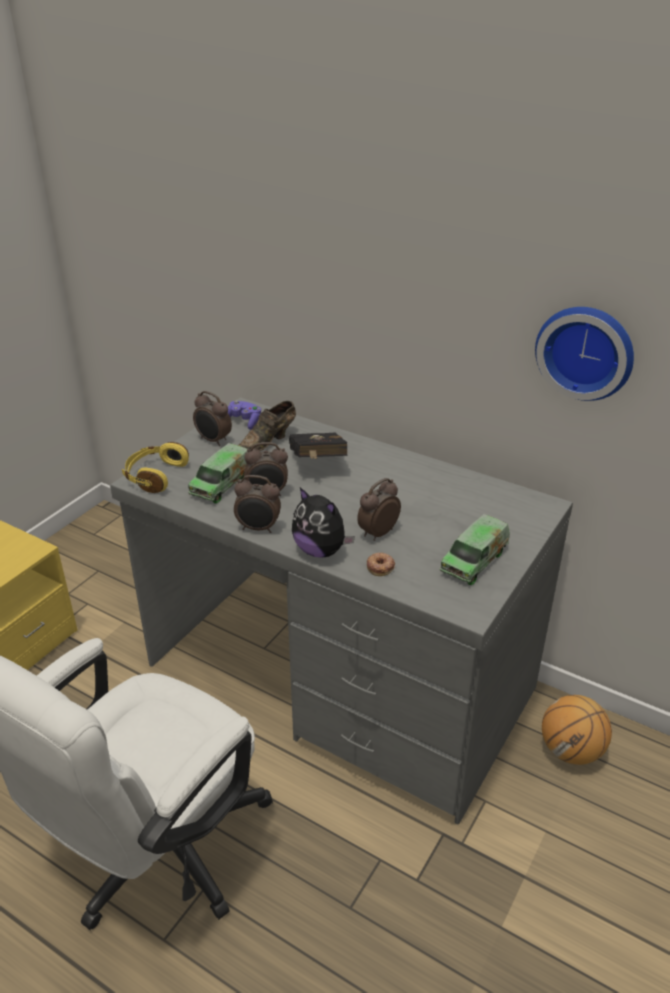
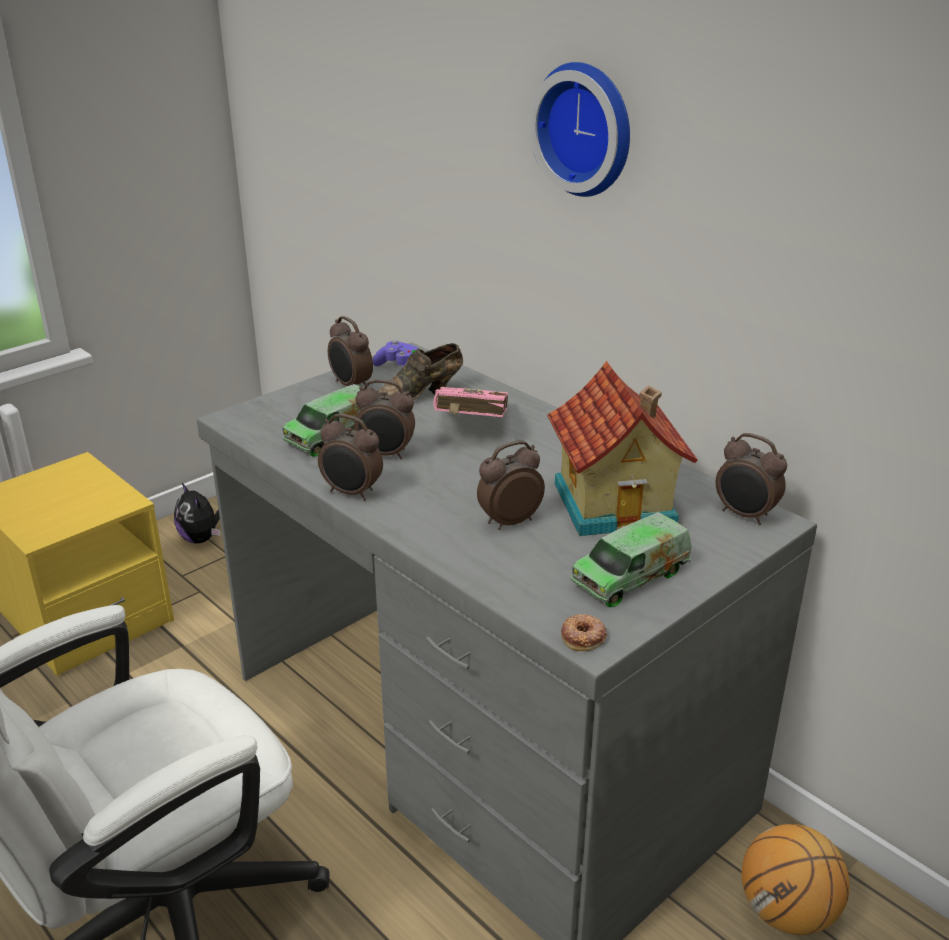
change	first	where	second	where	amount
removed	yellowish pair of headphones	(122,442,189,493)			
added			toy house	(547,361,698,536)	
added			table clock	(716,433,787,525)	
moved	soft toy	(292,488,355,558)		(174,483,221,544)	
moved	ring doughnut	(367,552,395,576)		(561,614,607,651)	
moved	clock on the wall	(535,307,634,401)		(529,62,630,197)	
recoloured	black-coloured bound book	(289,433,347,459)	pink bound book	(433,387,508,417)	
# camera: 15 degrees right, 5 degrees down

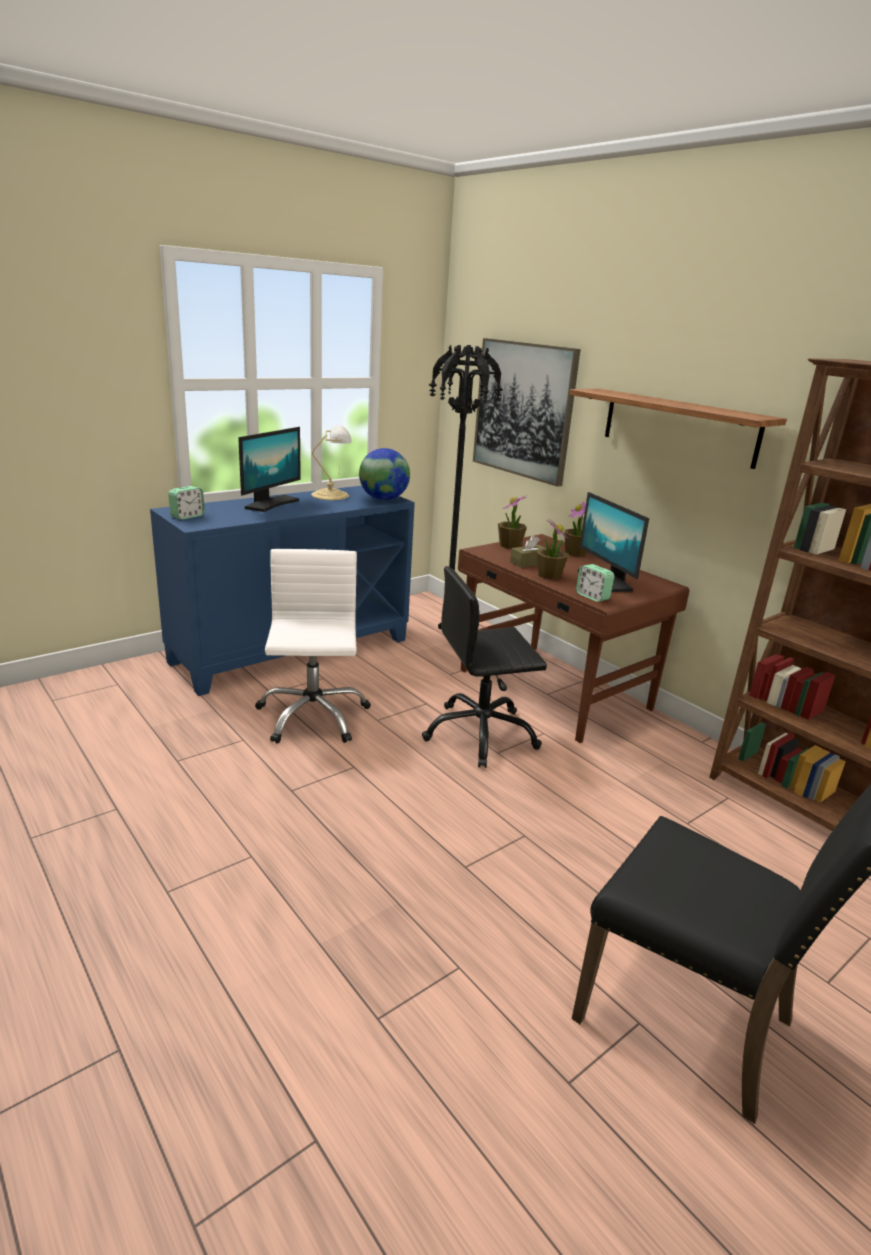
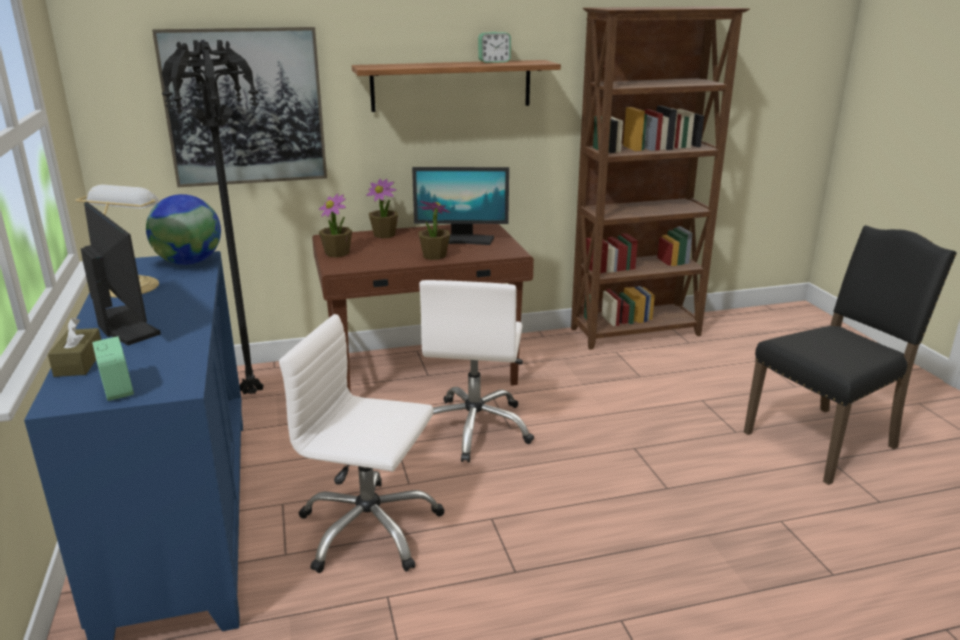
change	first	where	second	where	amount
moved	brown tissue holder	(510,535,546,568)		(48,318,101,377)	
moved	table clock	(576,564,614,602)		(478,32,511,63)	
recoloured	black-coloured office chair	(422,566,547,768)	whitish office chair	(419,280,534,463)	
# camera: 65 degrees left, 0 degrees up

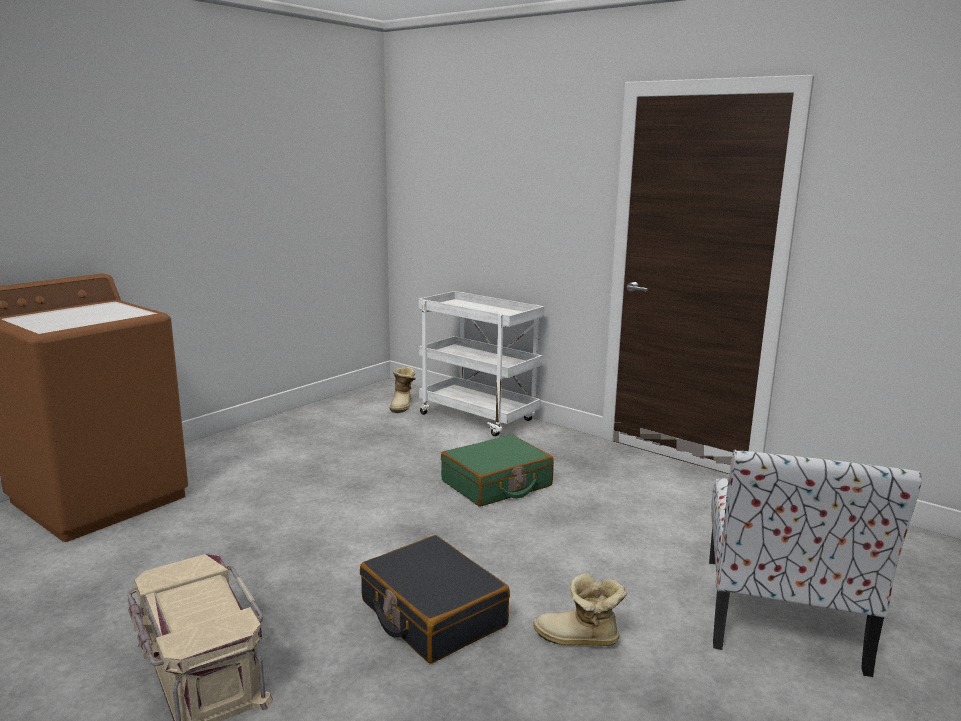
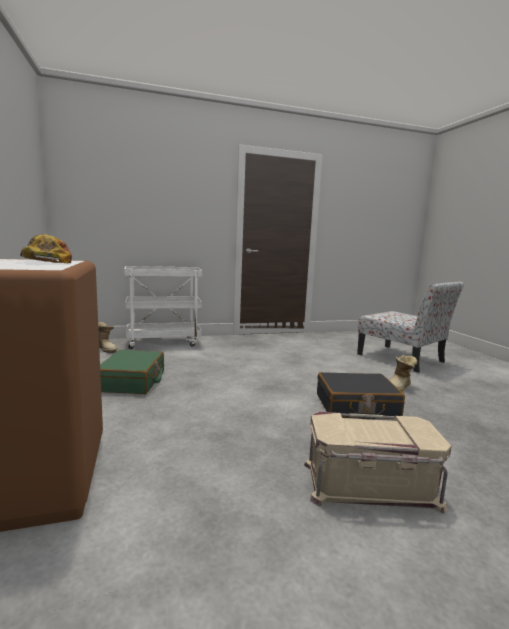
change	first	where	second	where	amount
added			cap	(20,234,72,264)	
moved	green-coloured suitcase	(441,435,554,506)		(100,350,164,394)	
# camera: 55 degrees left, 5 degrees down

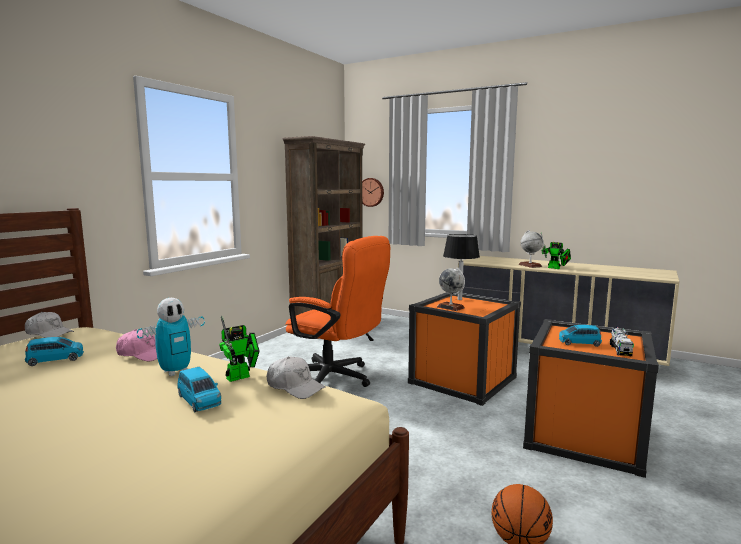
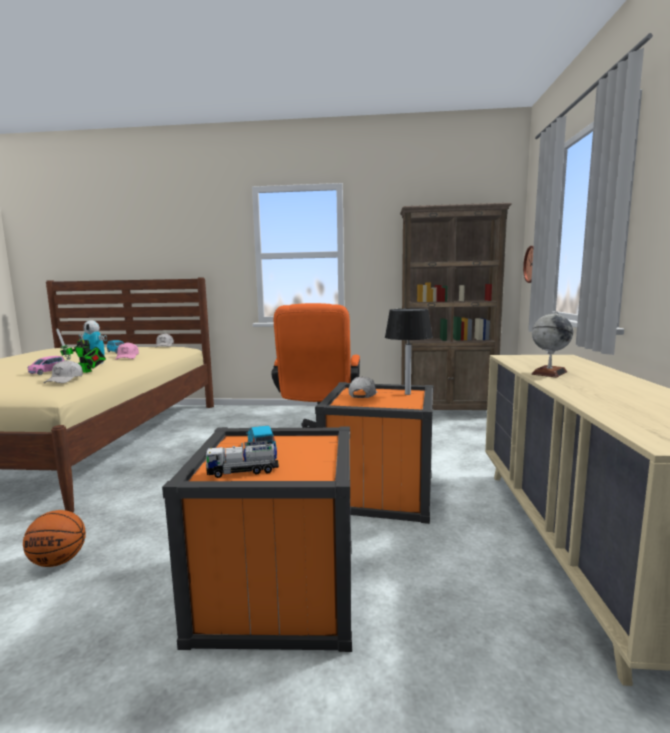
change	first	where	second	where	amount
removed	model robot	(541,232,571,269)			
replaced	globe	(437,268,465,311)	whitish cap	(349,376,378,398)	
recoloured	bluish model car	(177,367,221,412)	pink model car	(27,356,65,375)	
# camera: 65 degrees right, 0 degrees up

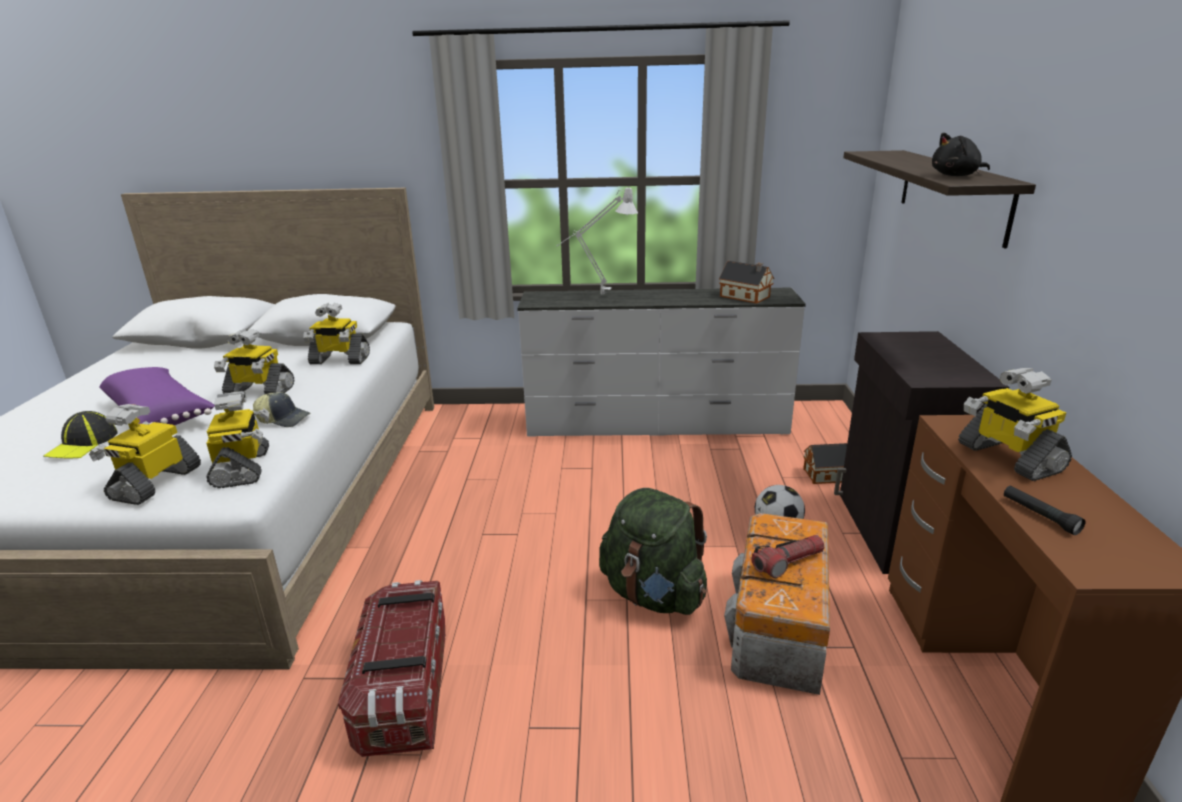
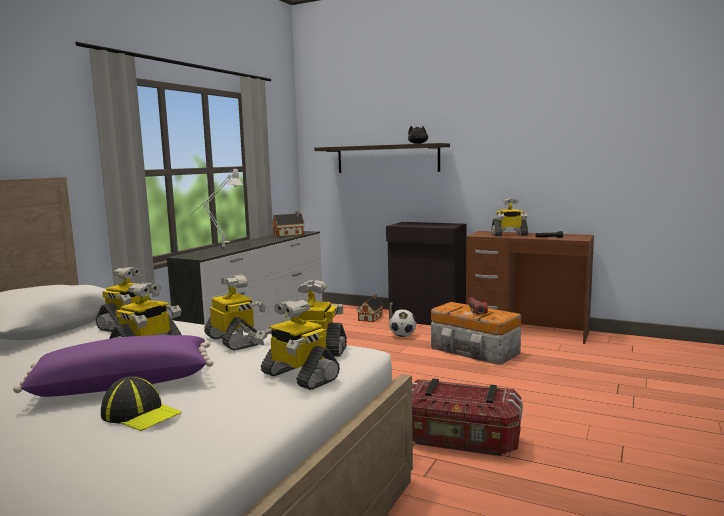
change	first	where	second	where	amount
removed	green-coloured backpack	(599,488,707,615)			
replaced	cap	(253,392,310,427)	model robot	(204,275,266,350)	
# camera: 65 degrees left, 15 degrees down

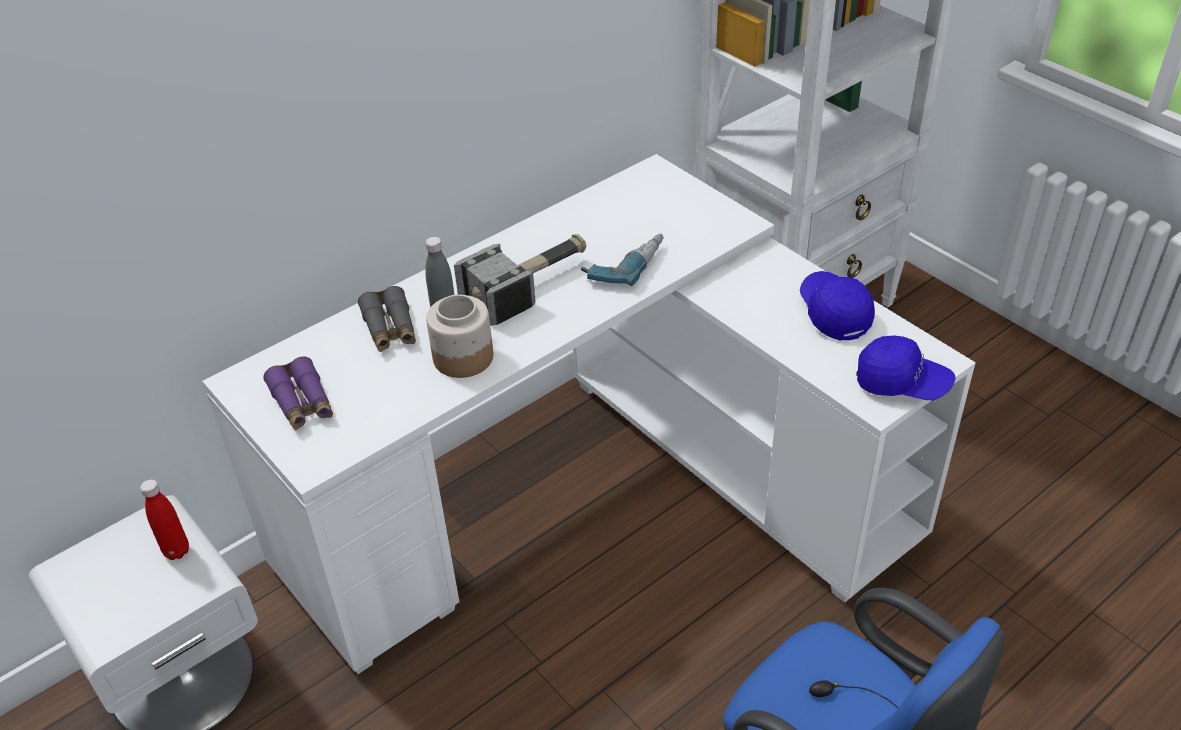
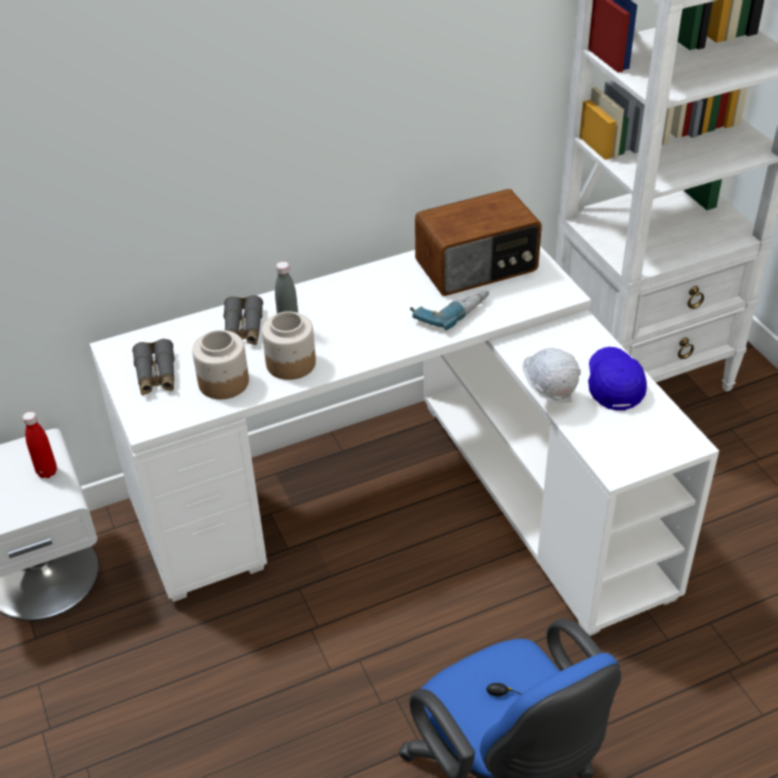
change	first	where	second	where	amount
removed	hammer	(454,234,586,326)			
removed	bluish cap	(856,336,956,400)			
added			preserve jar	(192,330,249,400)	
added			radio receiver	(415,189,542,296)	
added			whitish hard hat	(523,348,581,403)	
recoloured	purple field glasses	(263,357,333,430)	gray field glasses	(132,339,175,396)	
# camera: 15 degrees right, 0 degrees up

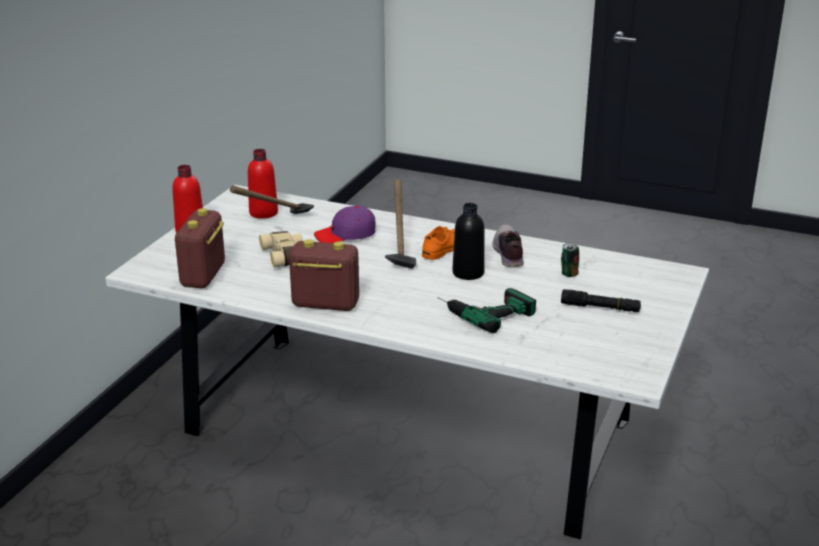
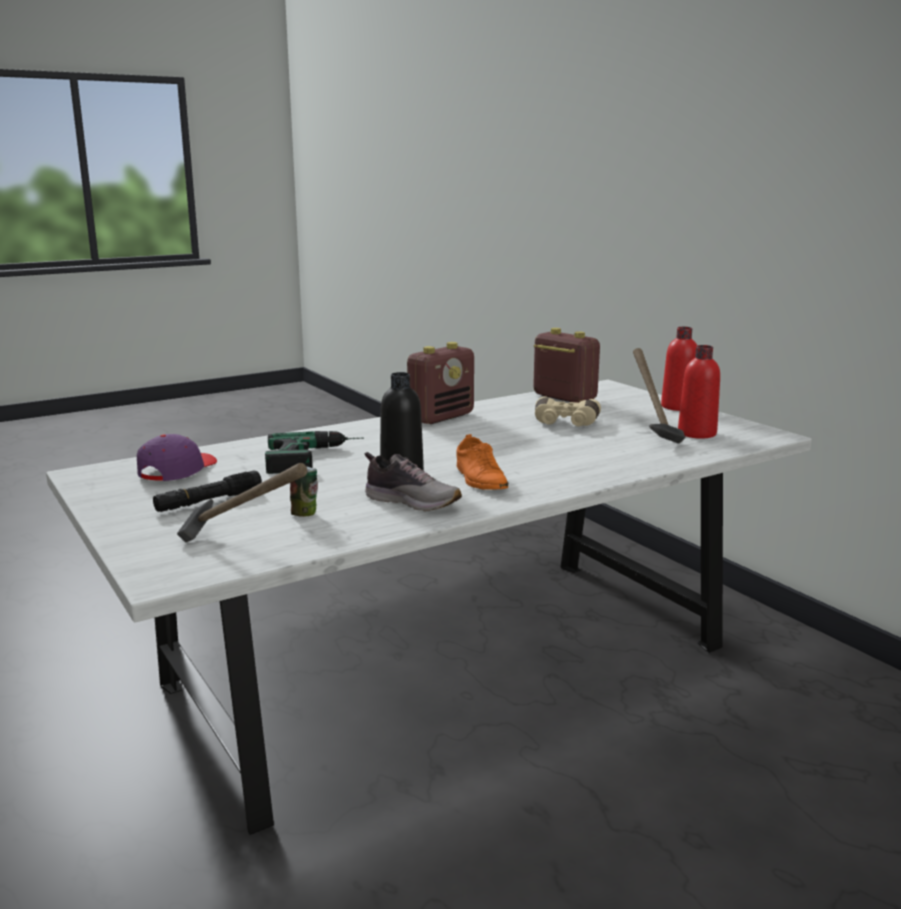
change	first	where	second	where	amount
moved	purple cap	(314,206,376,243)		(137,434,217,481)	
moved	hammer	(385,179,416,269)		(177,463,307,542)	
# camera: 125 degrees right, 10 degrees down

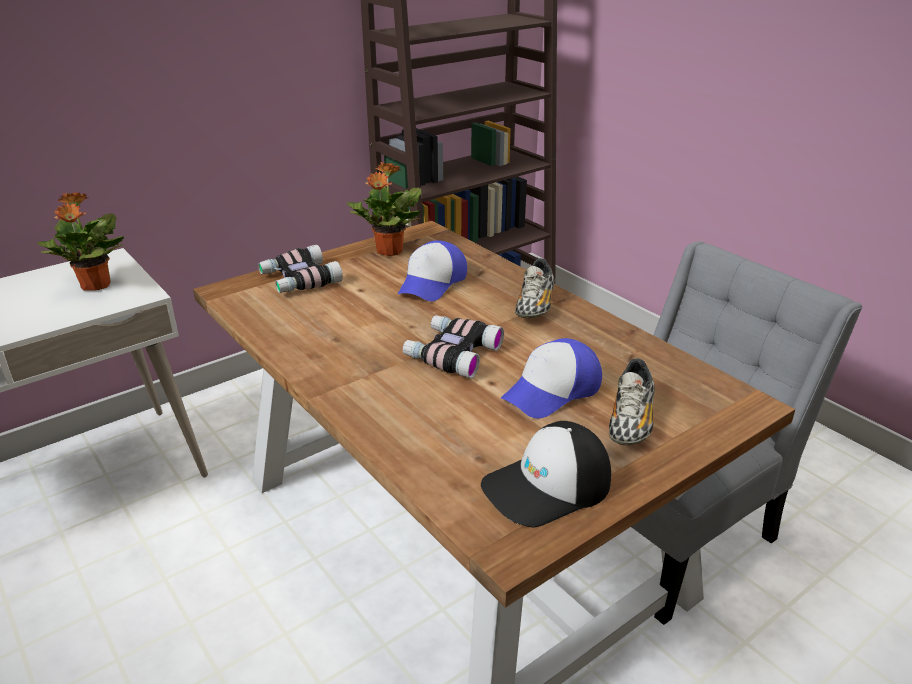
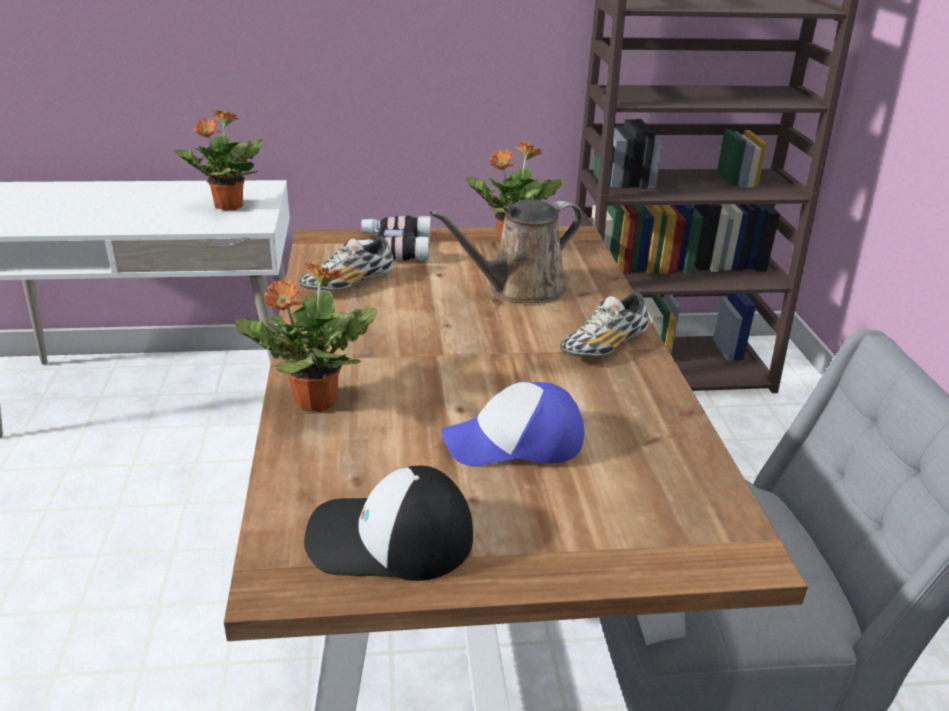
change	first	where	second	where	amount
removed	field glasses	(403,315,504,379)			
added			plant in a pot	(235,260,377,412)	
moved	low shoe	(609,358,655,445)		(299,236,394,290)	
replaced	cap	(398,240,467,301)	brown watering can	(429,199,583,303)	
# camera: 30 degrees right, 0 degrees up

